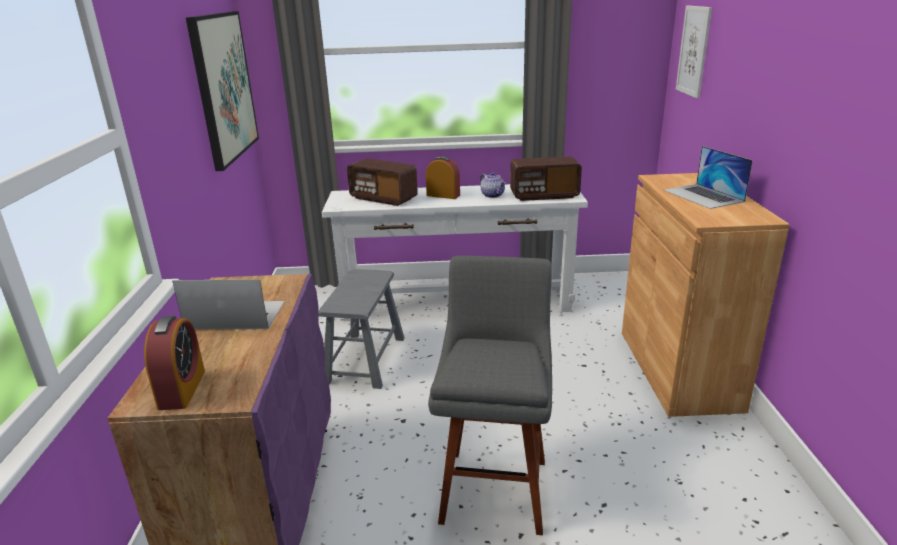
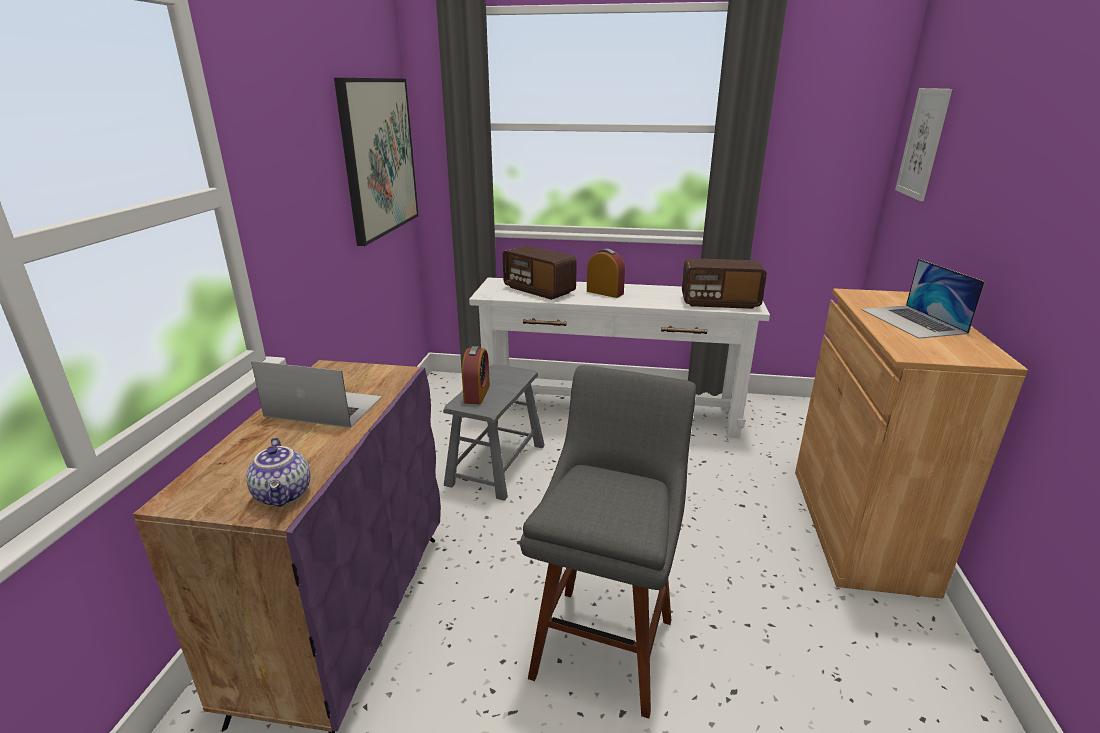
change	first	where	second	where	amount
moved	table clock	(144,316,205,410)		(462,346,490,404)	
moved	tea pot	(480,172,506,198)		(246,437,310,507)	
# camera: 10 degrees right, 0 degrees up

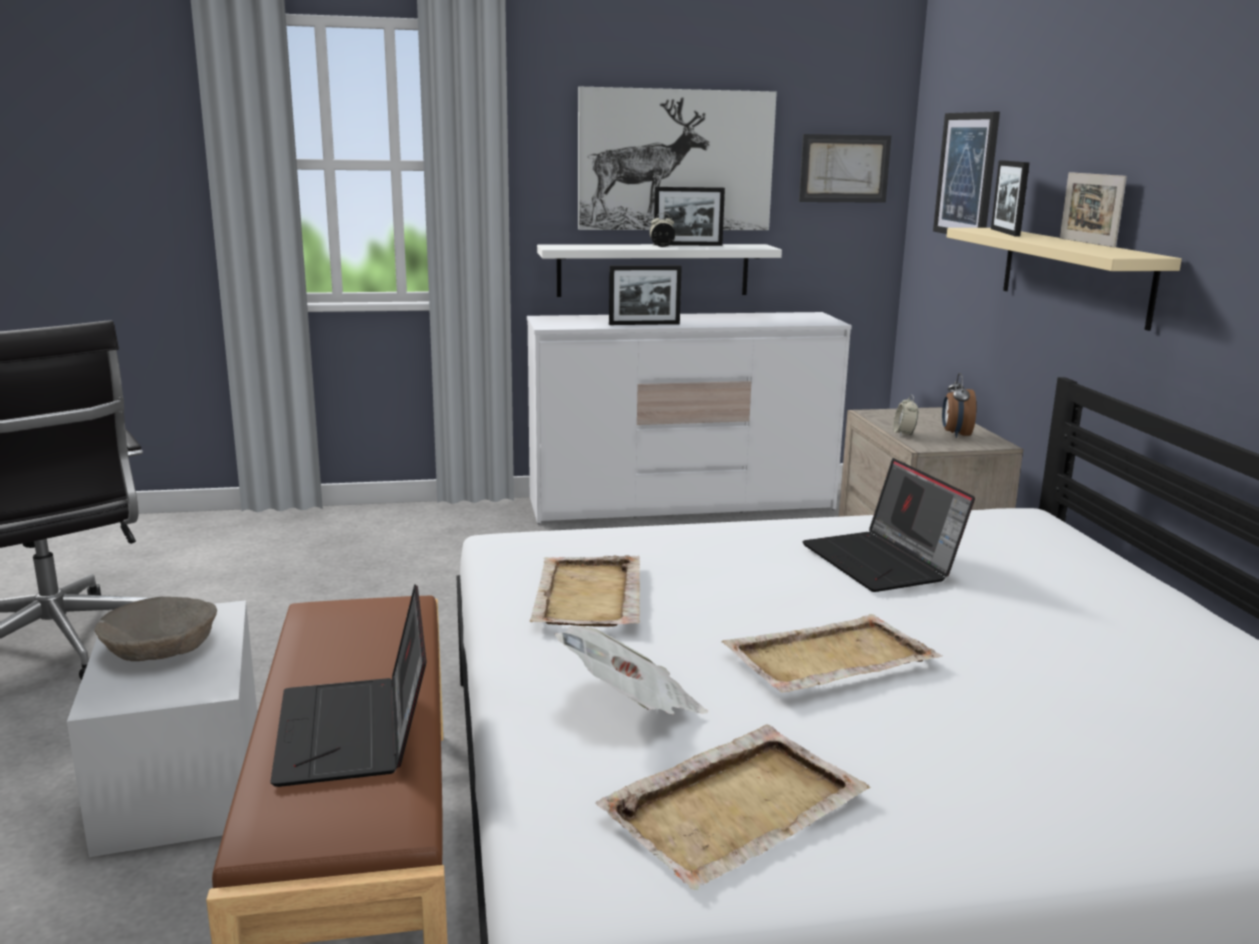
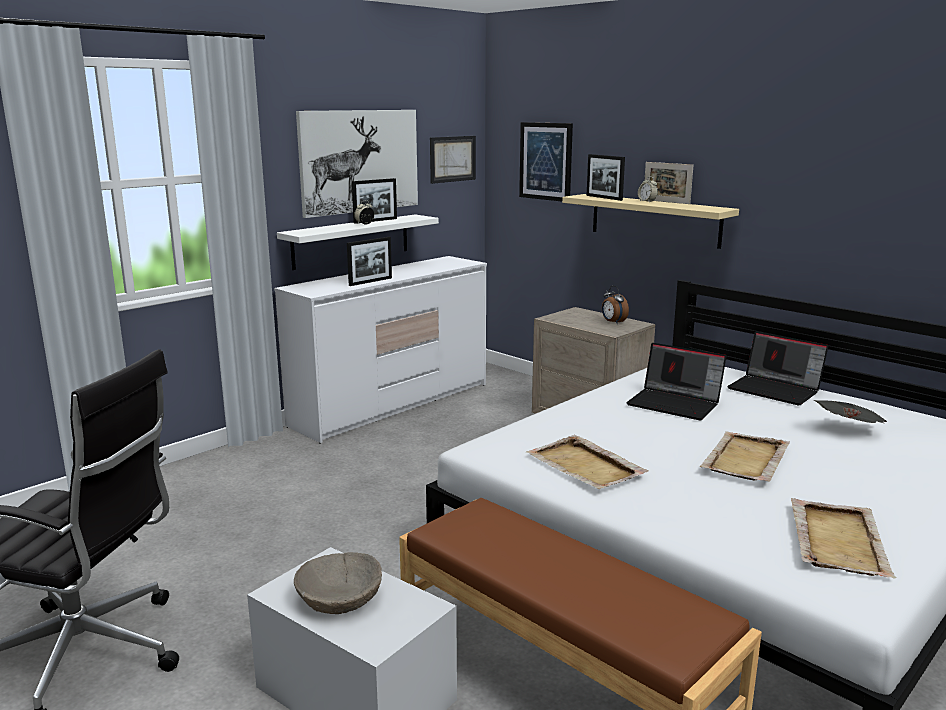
change	first	where	second	where	amount
moved	notebook computer	(270,584,426,787)		(727,331,828,405)	
moved	daily paper	(555,627,708,715)		(813,400,887,423)	
moved	table clock	(893,395,918,437)		(638,177,658,202)	
# camera: 35 degrees left, 0 degrees up

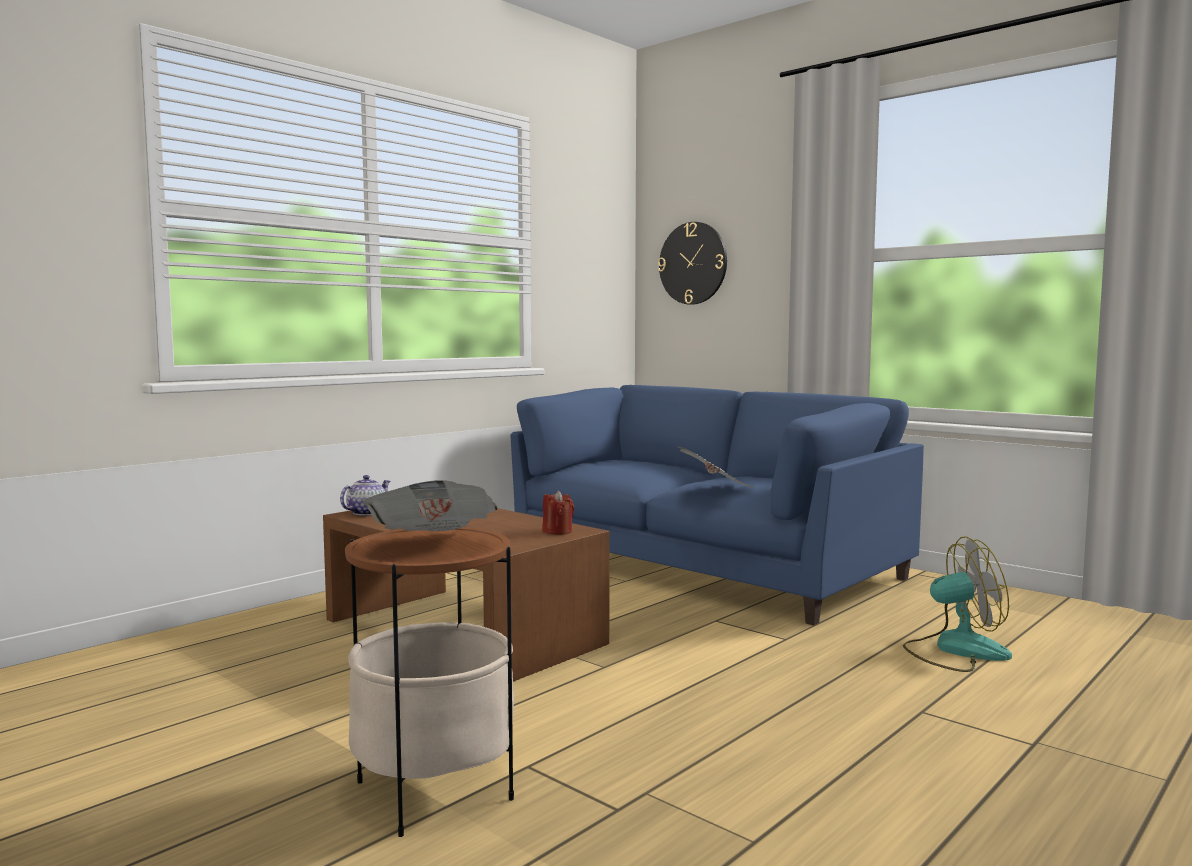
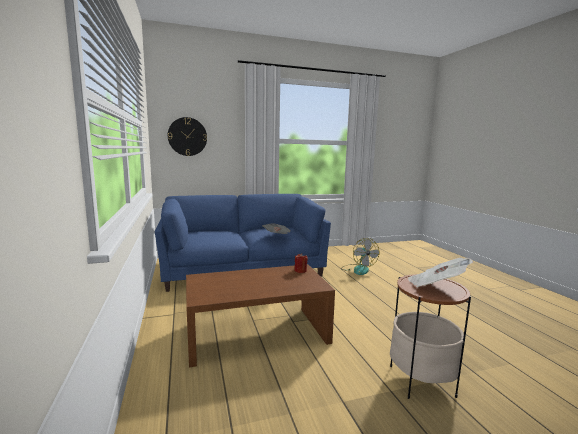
change	first	where	second	where	amount
removed	tea pot	(340,475,390,516)			
turned	electric fan	(903,536,1012,672)		(341,238,379,275)	135 degrees clockwise
# camera: 60 degrees left, 5 degrees up

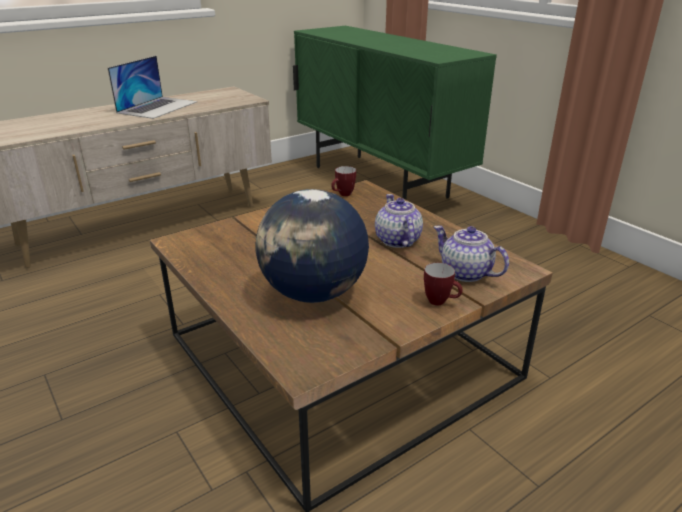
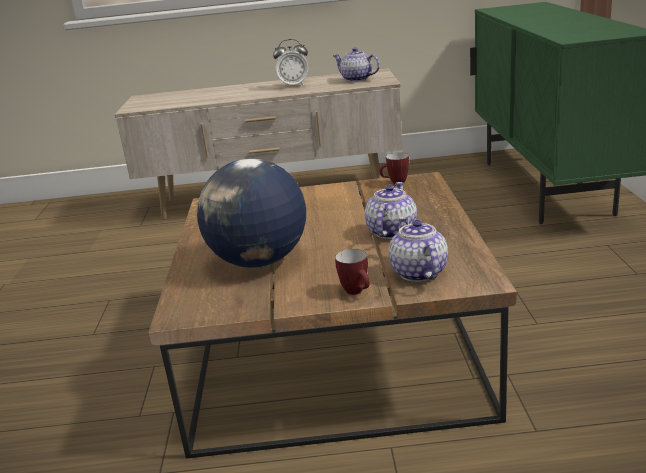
change	first	where	second	where	amount
added			tea pot	(333,47,380,82)	
replaced	notebook computer	(108,56,197,119)	table clock	(273,39,308,88)	
# camera: 35 degrees right, 5 degrees down

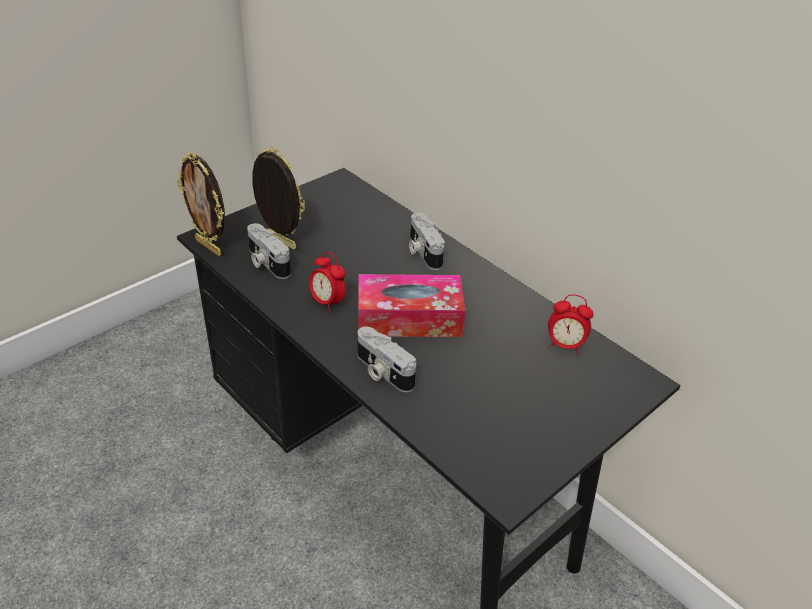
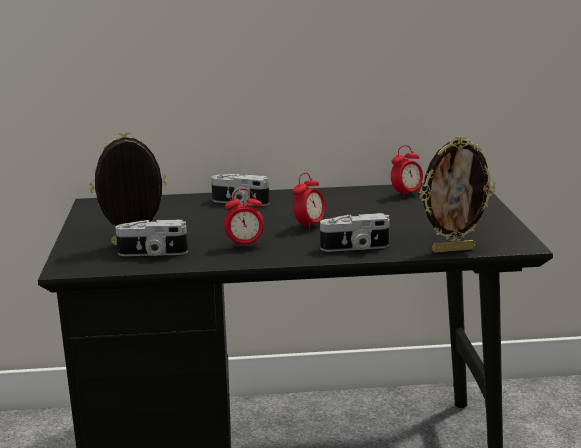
change	first	where	second	where	amount
moved	photo frame	(177,152,225,256)		(419,136,495,253)	
replaced	tissue holder	(358,274,466,337)	table clock	(292,173,325,231)	
# camera: 50 degrees left, 20 degrees down

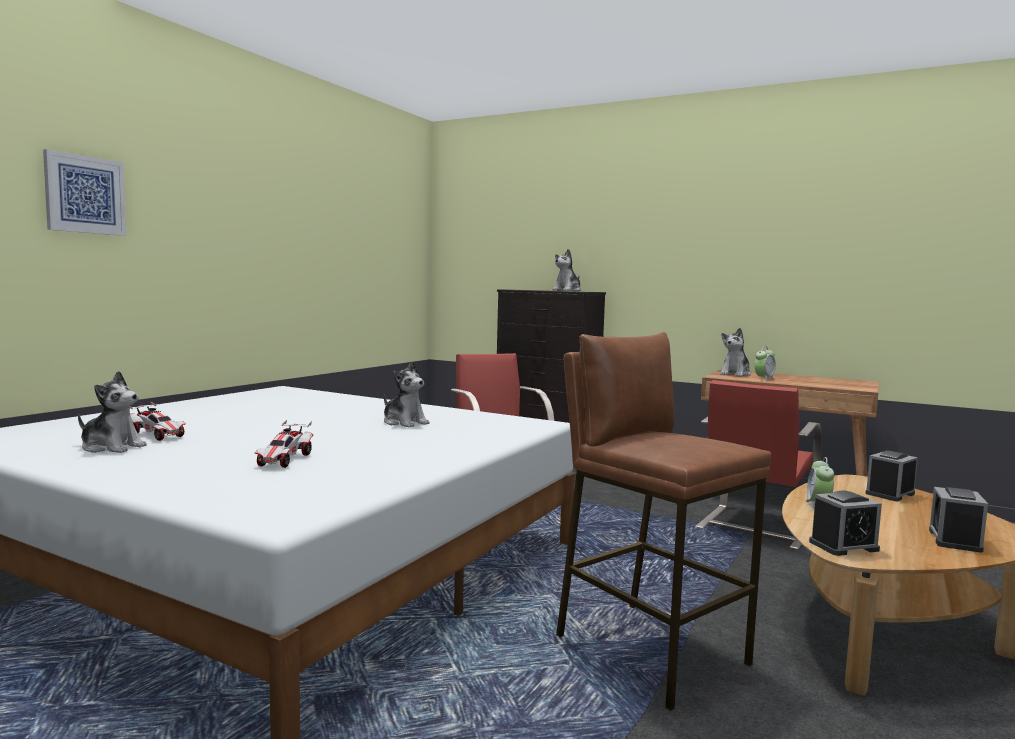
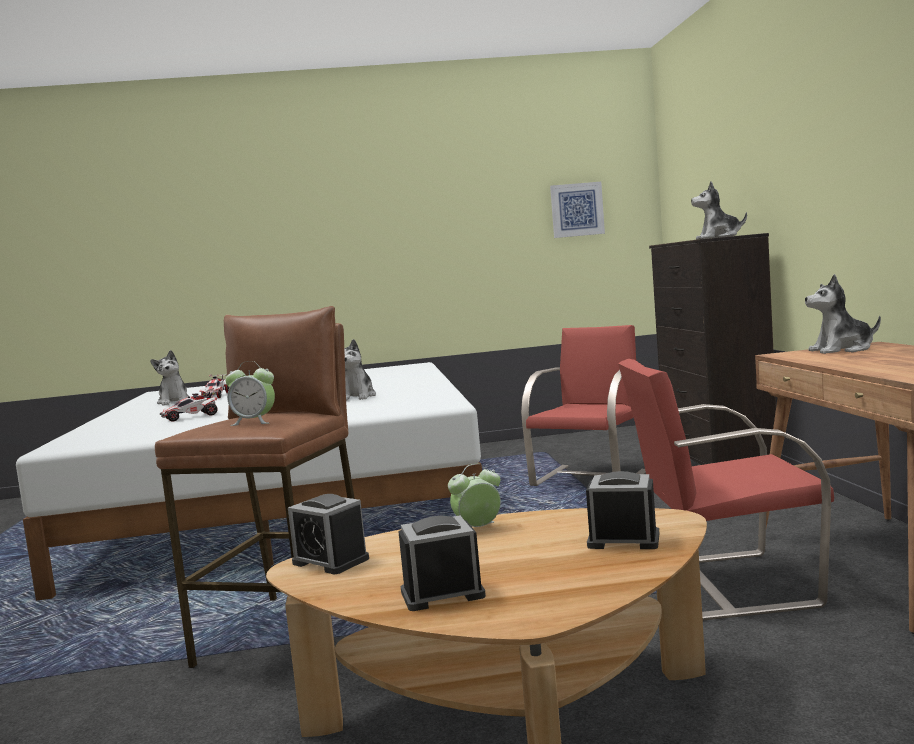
change	first	where	second	where	amount
moved	wall picture	(43,149,126,236)		(550,182,605,238)	
moved	table clock	(755,346,776,381)		(225,361,275,426)	
# camera: 55 degrees right, 0 degrees up

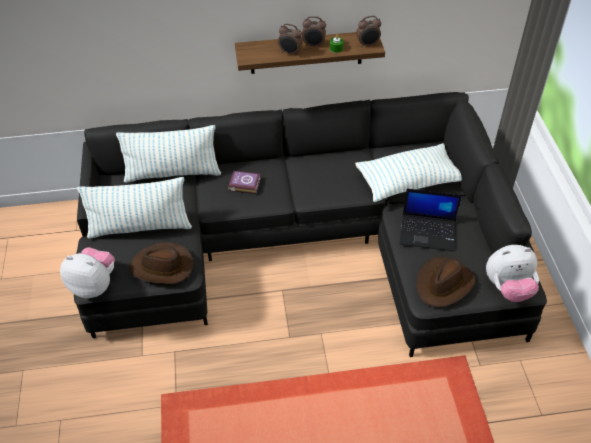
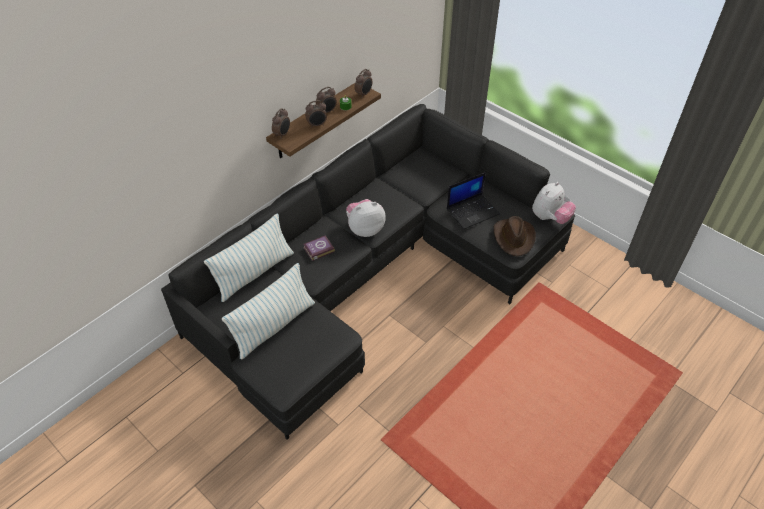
change	first	where	second	where	amount
removed	brown wearable hat	(130,242,194,284)			
removed	throw pillow	(355,143,462,202)			
added			table clock	(272,108,290,139)	
moved	soft toy	(60,247,115,298)		(346,199,386,237)	
# camera: 40 degrees left, 0 degrees up

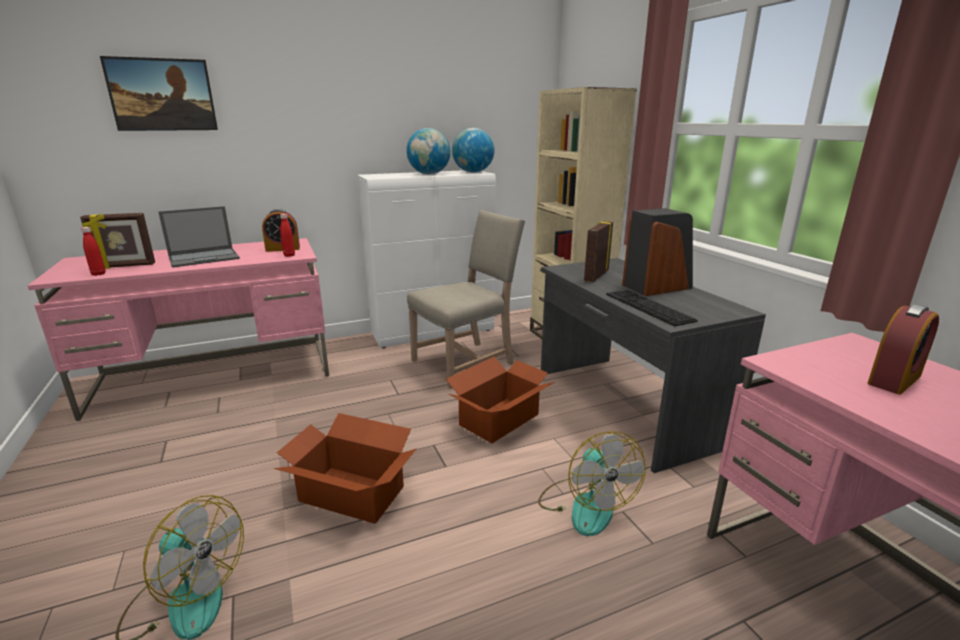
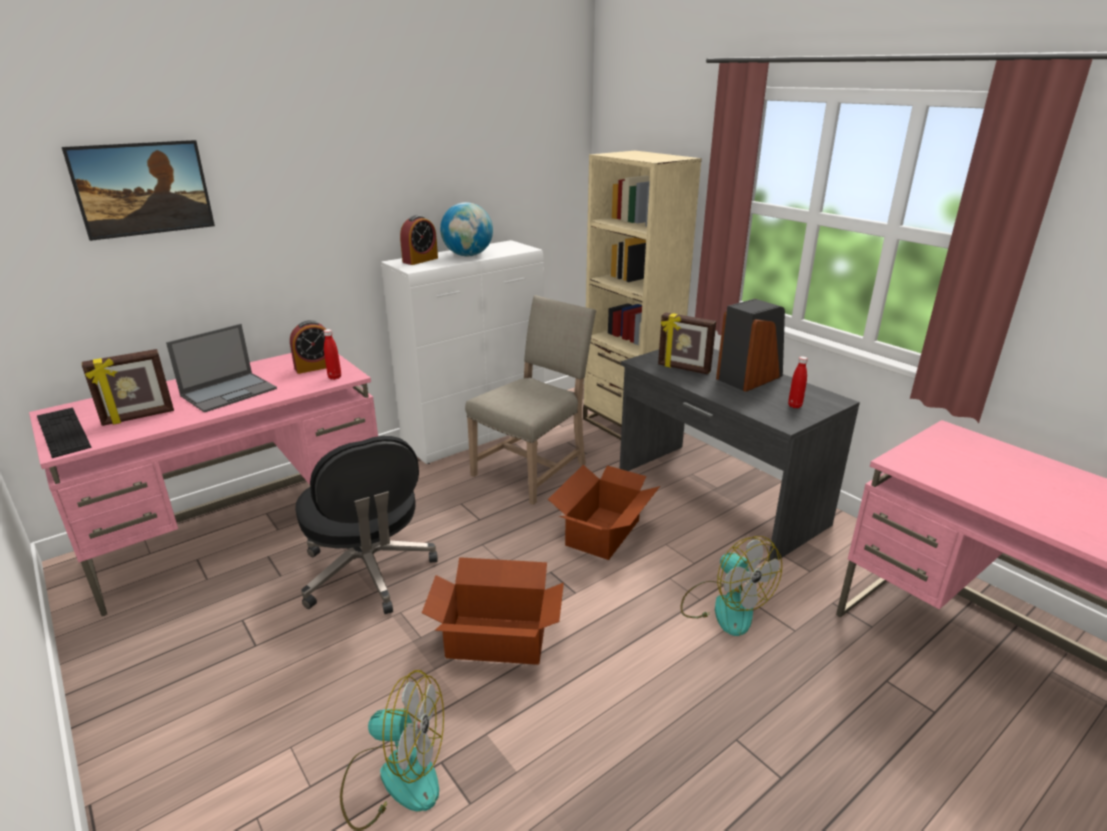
change	first	where	second	where	amount
removed	globe	(452,128,495,173)			
added			black-coloured office chair	(295,436,438,614)	
moved	reddish drink bottle	(81,227,106,276)		(788,356,808,408)	
moved	computer keyboard	(606,290,698,326)		(37,408,91,458)	
moved	table clock	(867,304,939,395)		(400,215,438,265)	
turned	photo frame	(584,221,613,282)		(658,312,716,374)	75 degrees counterclockwise
# camera: 15 degrees left, 5 degrees up

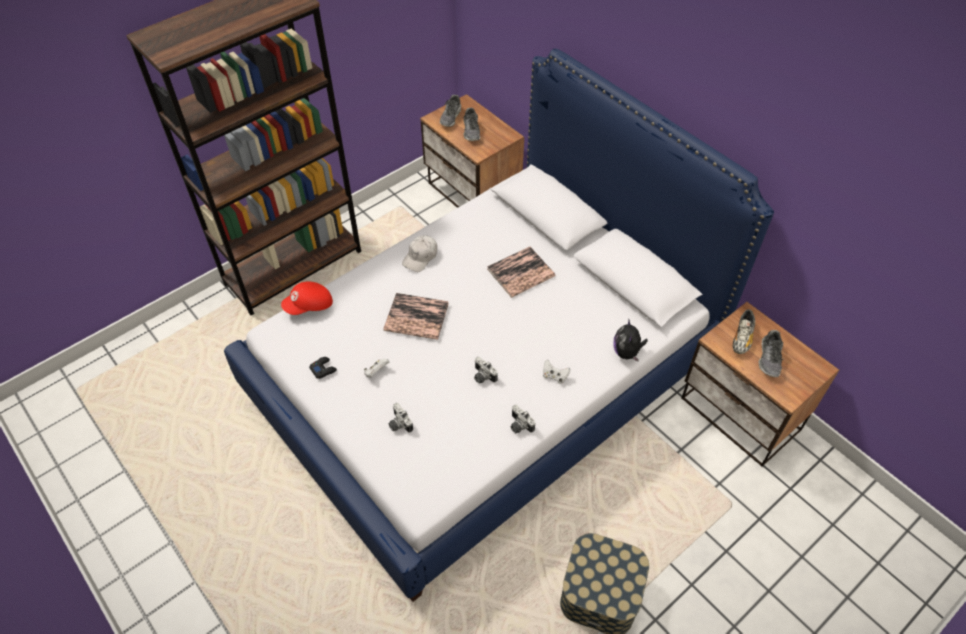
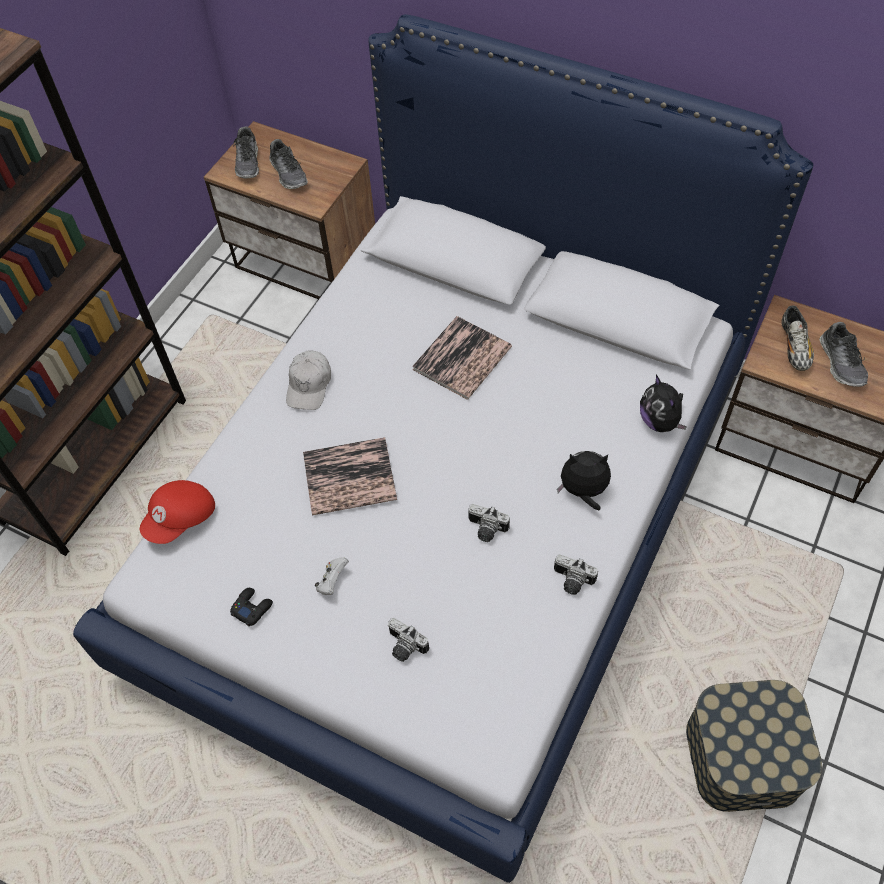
change	first	where	second	where	amount
replaced	whitish joypad	(543,360,570,384)	soft toy	(557,451,611,510)	
# camera: 20 degrees left, 5 degrees up

